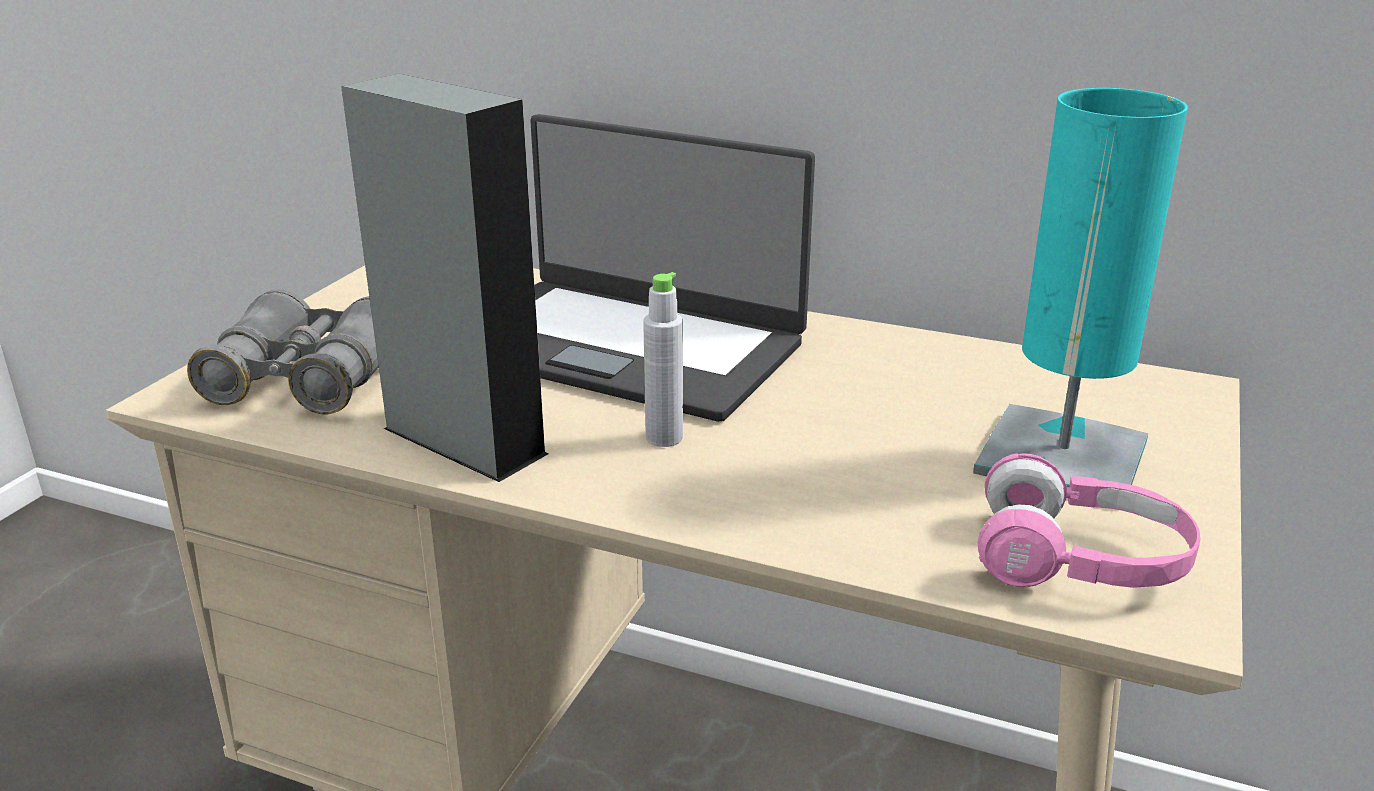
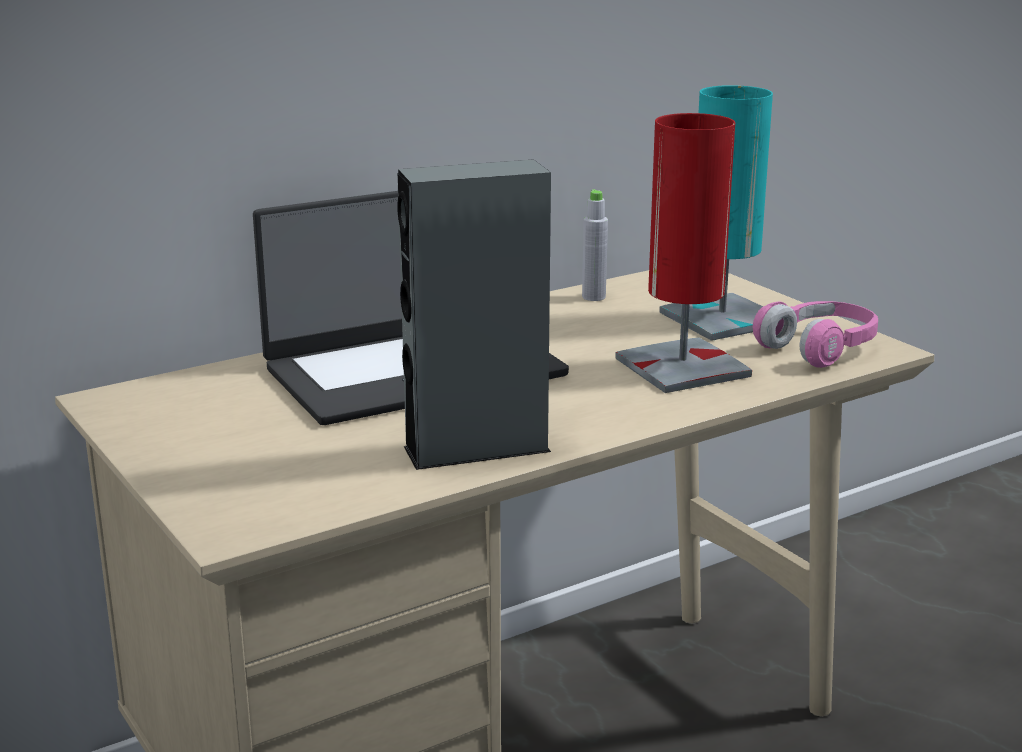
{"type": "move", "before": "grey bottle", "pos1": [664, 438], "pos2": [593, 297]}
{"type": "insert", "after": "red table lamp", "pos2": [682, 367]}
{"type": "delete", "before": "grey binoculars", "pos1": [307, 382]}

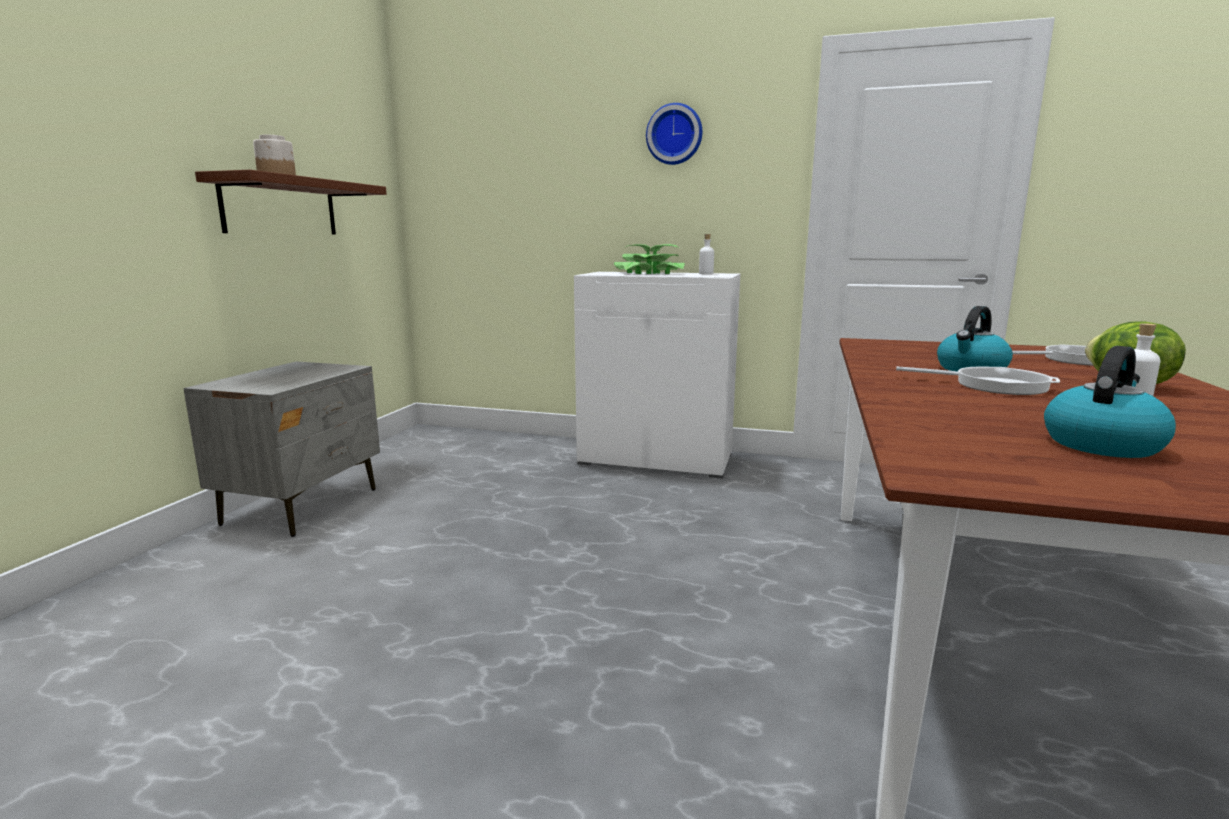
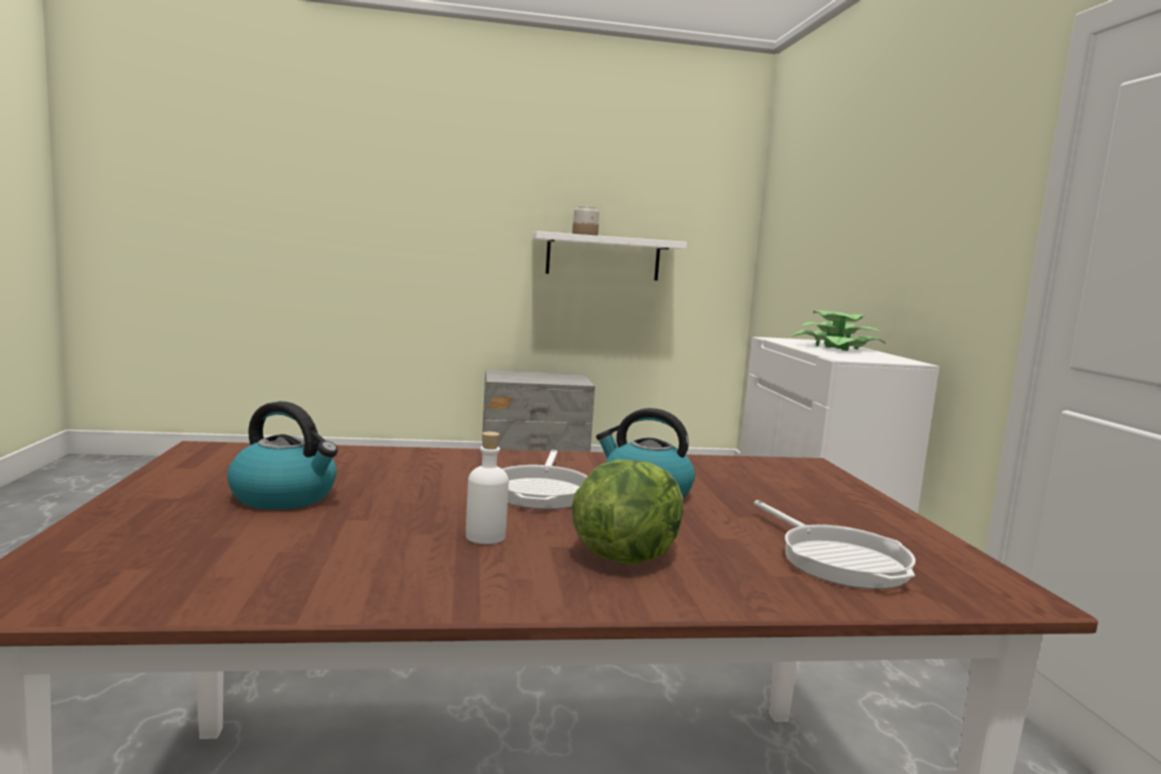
{"type": "recolor", "before": "brown shelf", "after": "white shelf", "pos1": [281, 207], "pos2": [603, 257]}
{"type": "delete", "before": "wall clock", "pos1": [674, 134]}
{"type": "delete", "before": "white bottle", "pos1": [706, 274]}

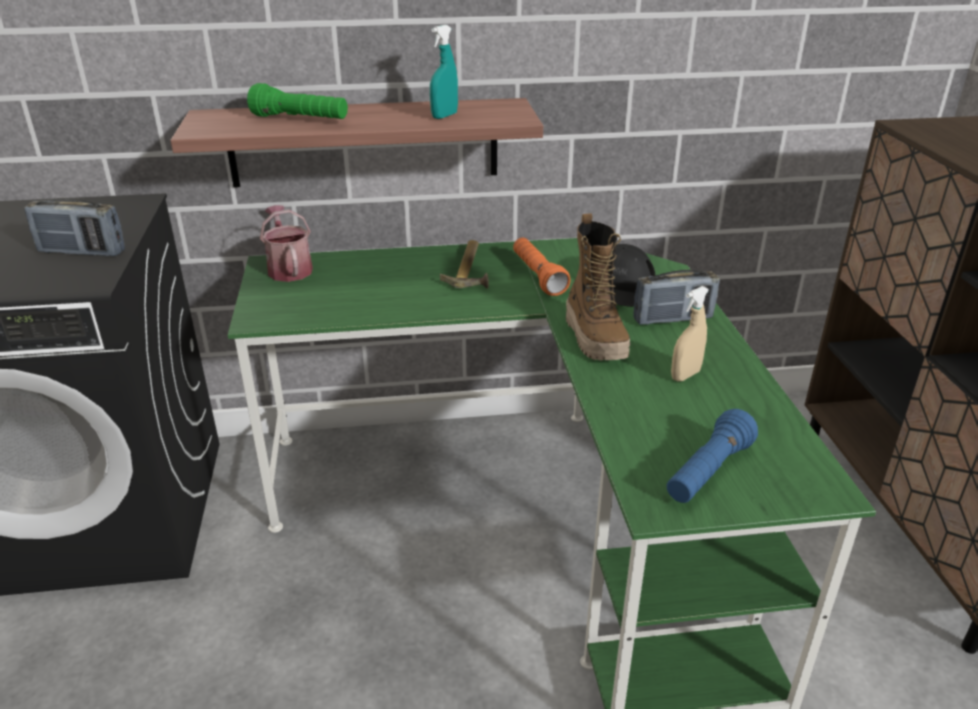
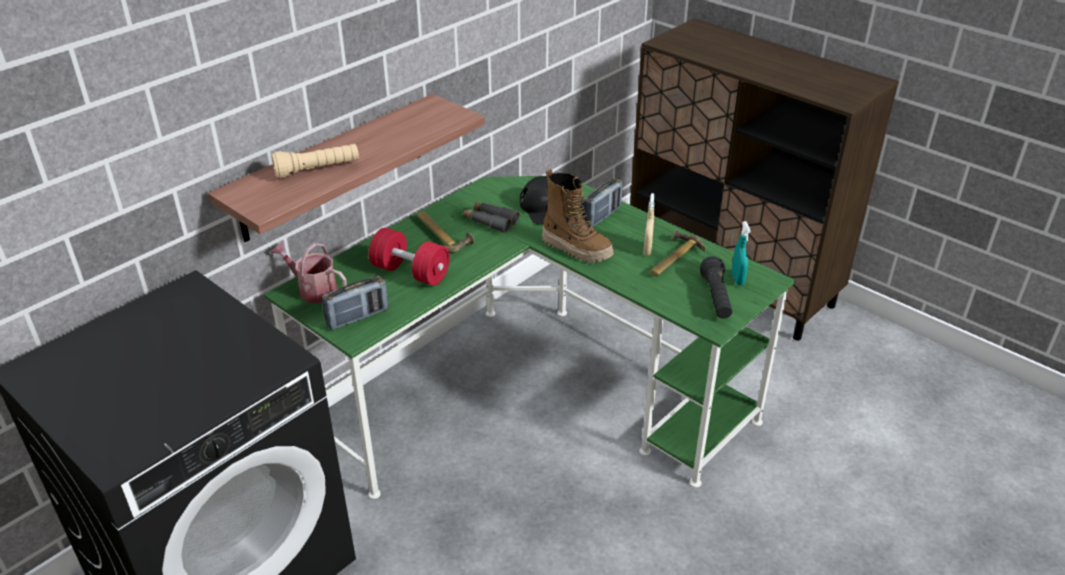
{"type": "recolor", "before": "green flashlight", "after": "beige flashlight", "pos1": [300, 119], "pos2": [317, 170]}
{"type": "move", "before": "radio", "pos1": [82, 252], "pos2": [357, 317]}
{"type": "insert", "after": "red dumbbell", "pos2": [410, 272]}
{"type": "replace", "before": "orange flashlight", "after": "grey binoculars", "pos1": [537, 276], "pos2": [490, 221]}
{"type": "insert", "after": "hammer", "pos2": [672, 258]}
{"type": "recolor", "before": "blue flashlight", "after": "black flashlight", "pos1": [708, 473], "pos2": [716, 298]}
{"type": "move", "before": "turquoise spray bottle", "pos1": [444, 116], "pos2": [737, 279]}

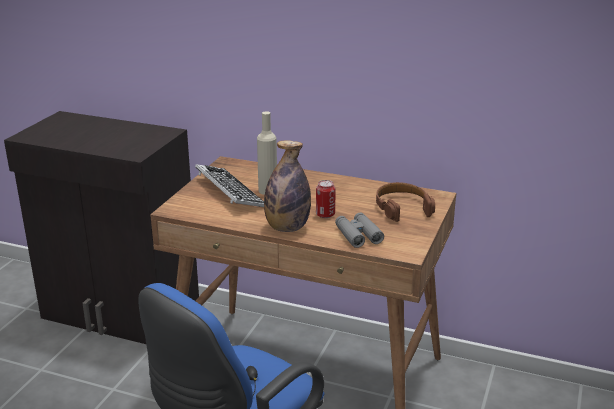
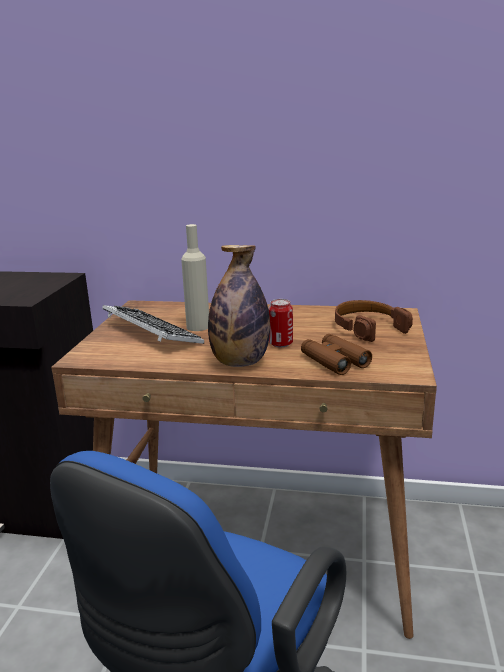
{"type": "recolor", "before": "grey binoculars", "after": "brown binoculars", "pos1": [358, 235], "pos2": [334, 361]}

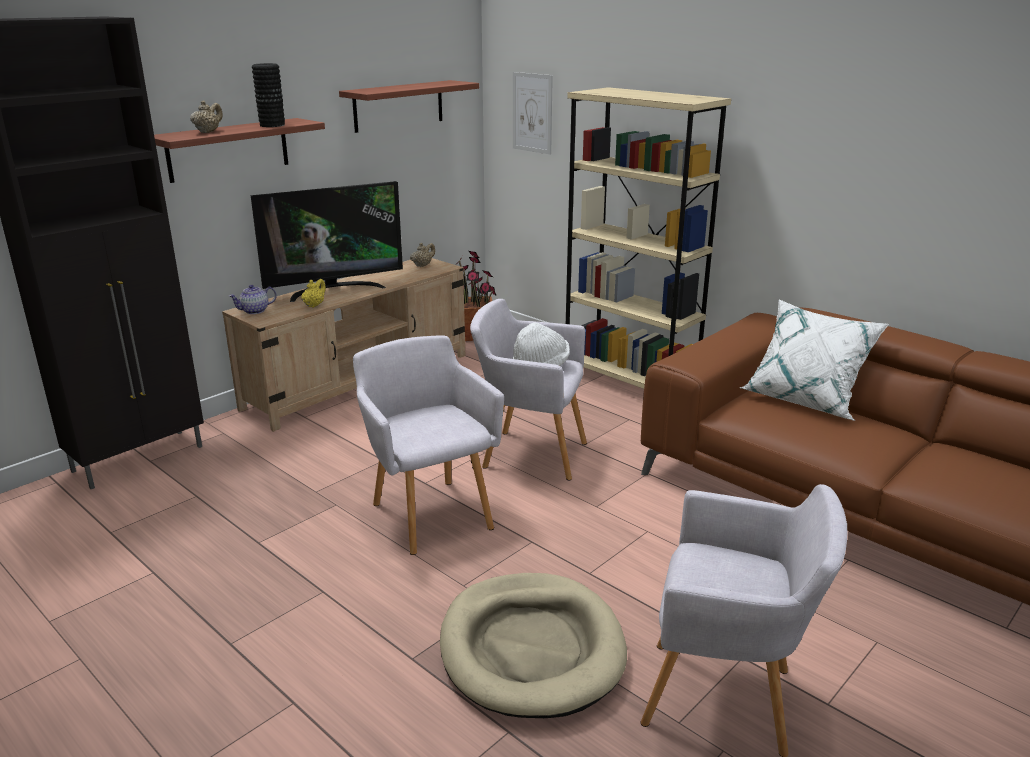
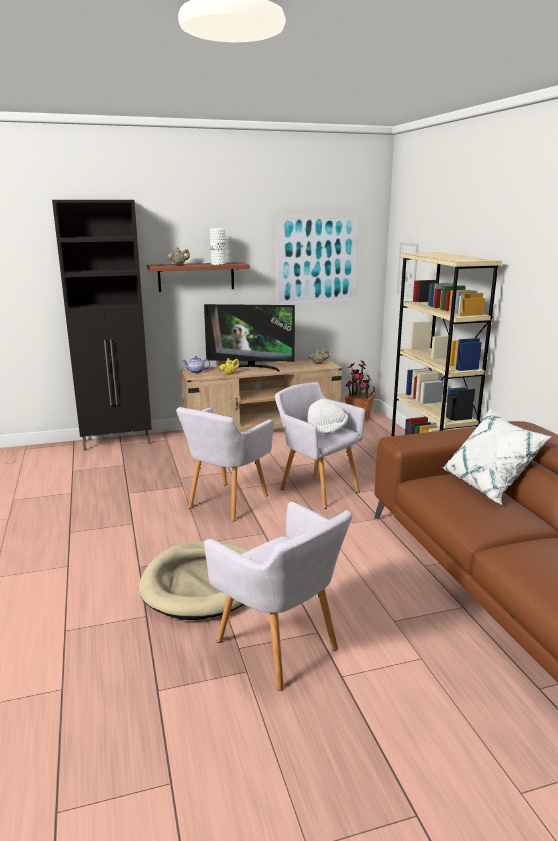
{"type": "rotate", "before": "grey armchair", "pos1": [430, 512], "pos2": [225, 503], "turn": -150}
{"type": "recolor", "before": "black vase", "after": "white vase", "pos1": [272, 125], "pos2": [218, 264]}
{"type": "replace", "before": "shelf", "after": "picture", "pos1": [398, 106], "pos2": [317, 260]}

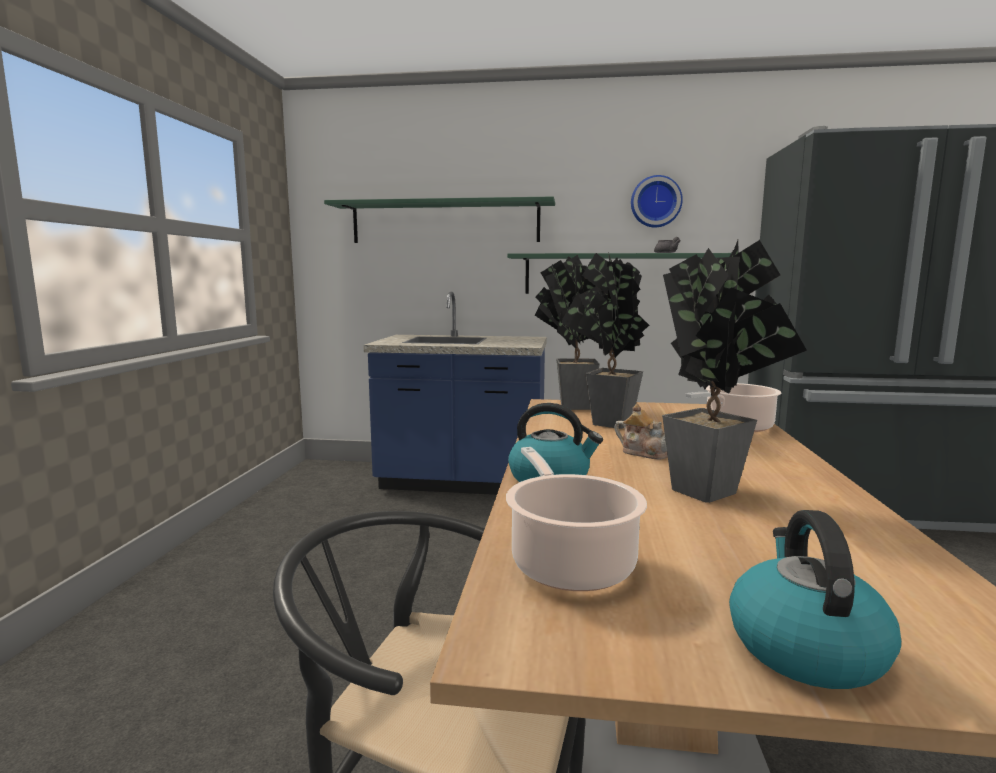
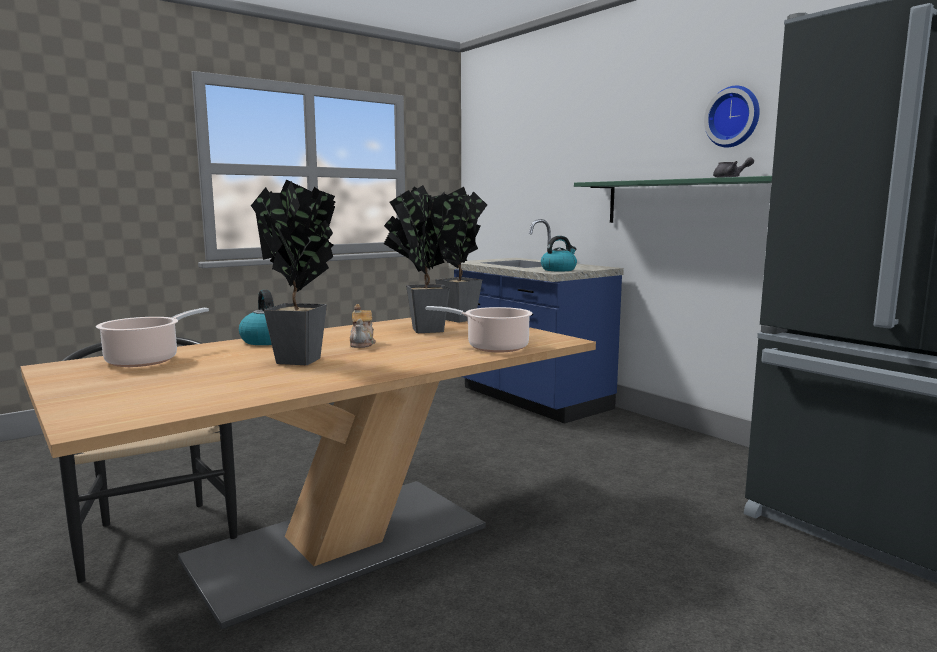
{"type": "move", "before": "kettle", "pos1": [804, 647], "pos2": [559, 270]}
{"type": "delete", "before": "green shelf", "pos1": [445, 223]}

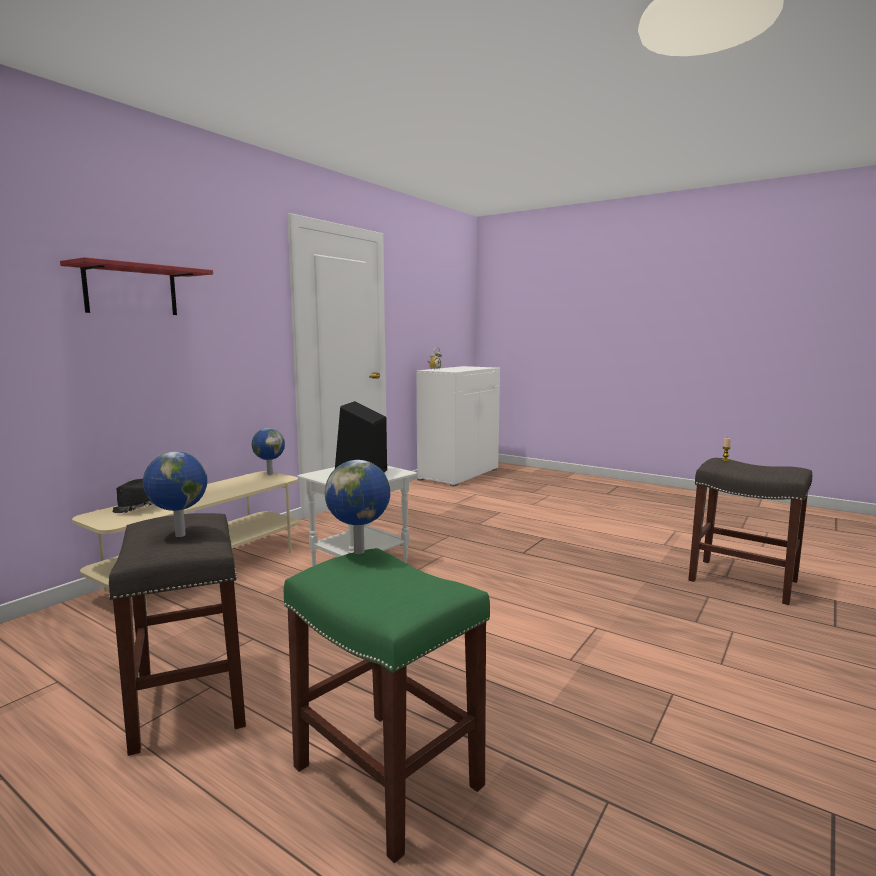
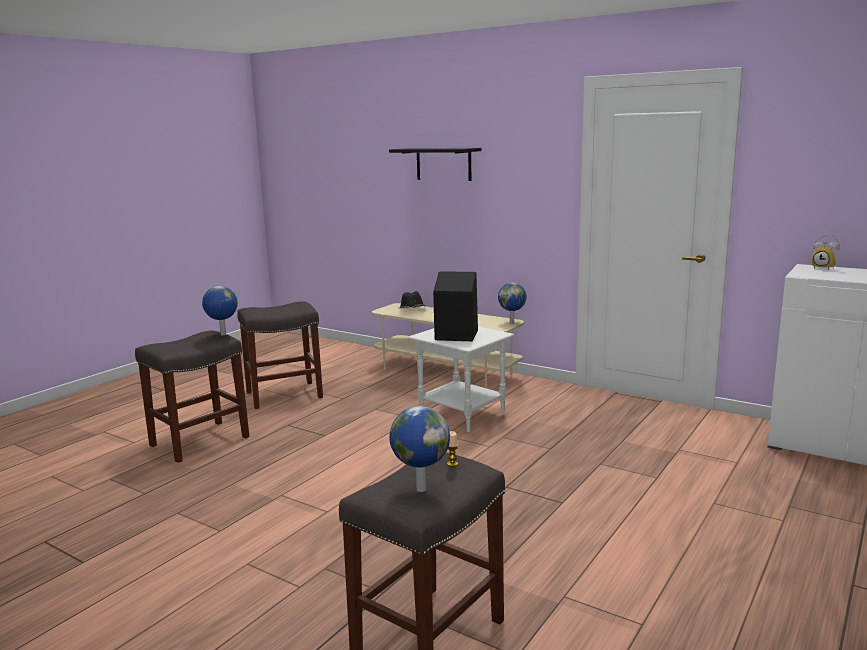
{"type": "recolor", "before": "green stool", "after": "grey stool", "pos1": [384, 776], "pos2": [200, 440]}
{"type": "recolor", "before": "red shelf", "after": "black shelf", "pos1": [131, 290], "pos2": [443, 164]}
{"type": "move", "before": "globe", "pos1": [179, 535], "pos2": [420, 489]}

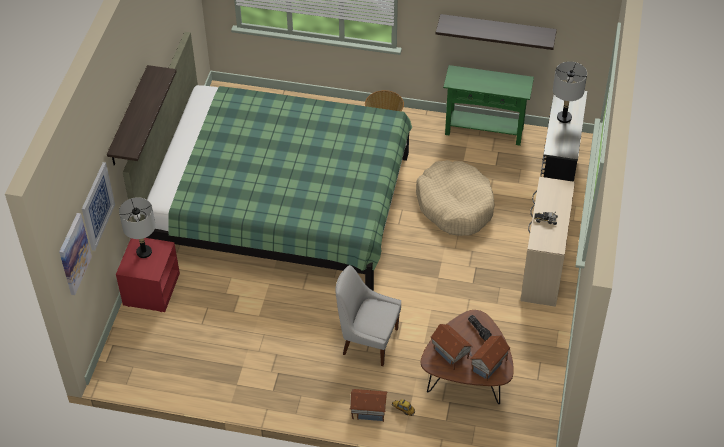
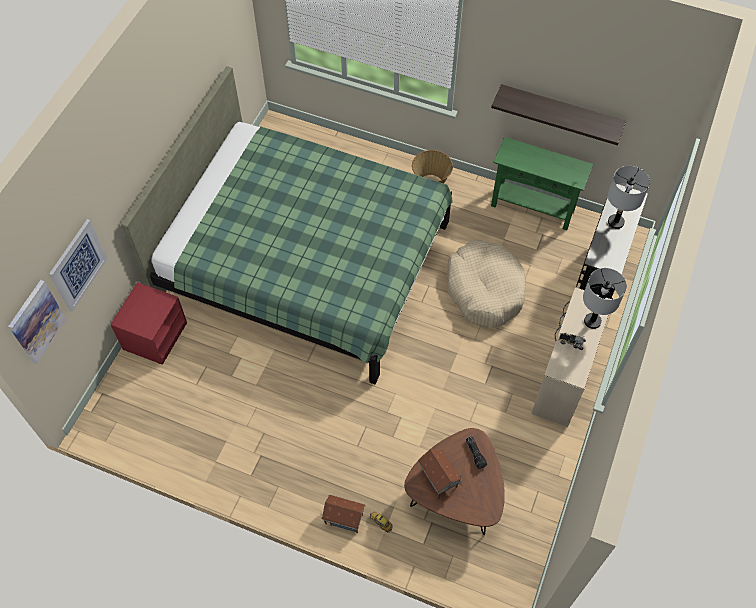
{"type": "move", "before": "grey table lamp", "pos1": [144, 252], "pos2": [592, 321]}
{"type": "delete", "before": "shelf", "pos1": [129, 117]}
{"type": "delete", "before": "white chair", "pos1": [368, 341]}
{"type": "delete", "before": "toy house", "pos1": [489, 366]}

